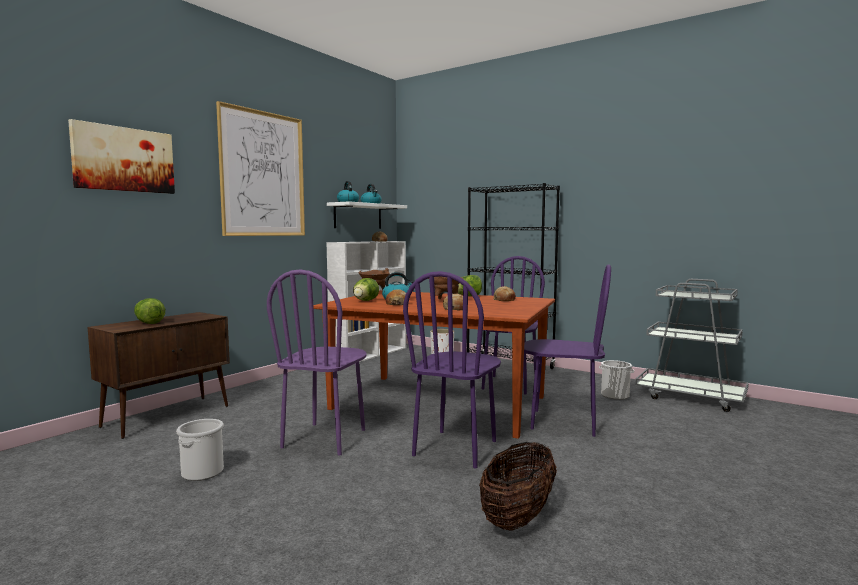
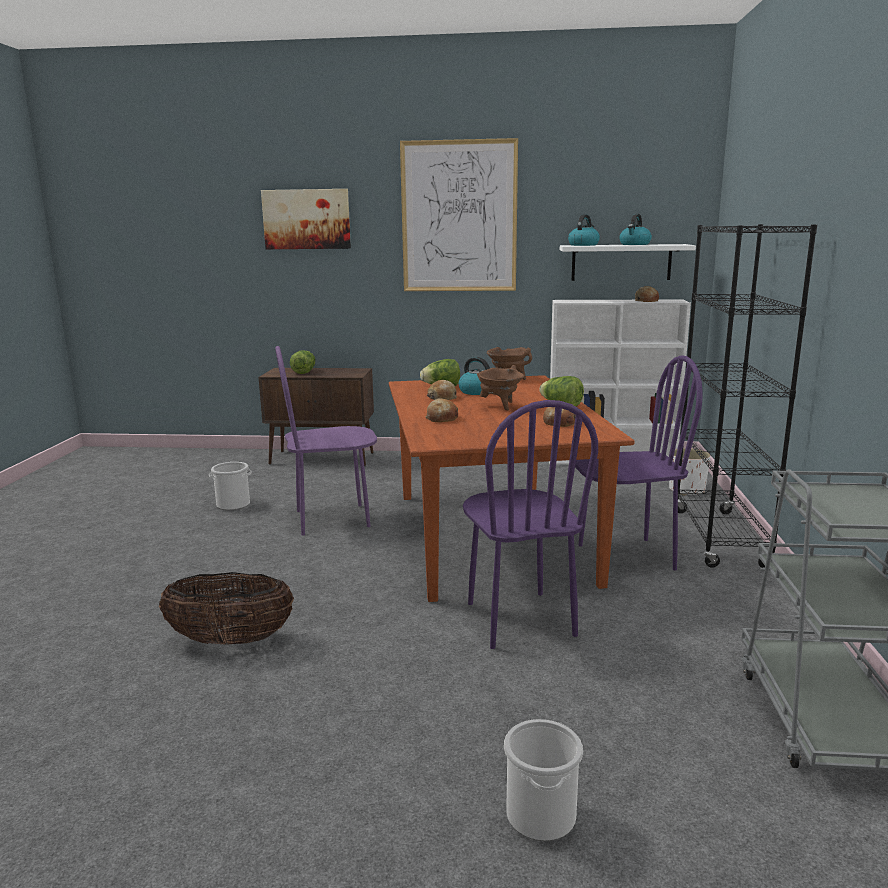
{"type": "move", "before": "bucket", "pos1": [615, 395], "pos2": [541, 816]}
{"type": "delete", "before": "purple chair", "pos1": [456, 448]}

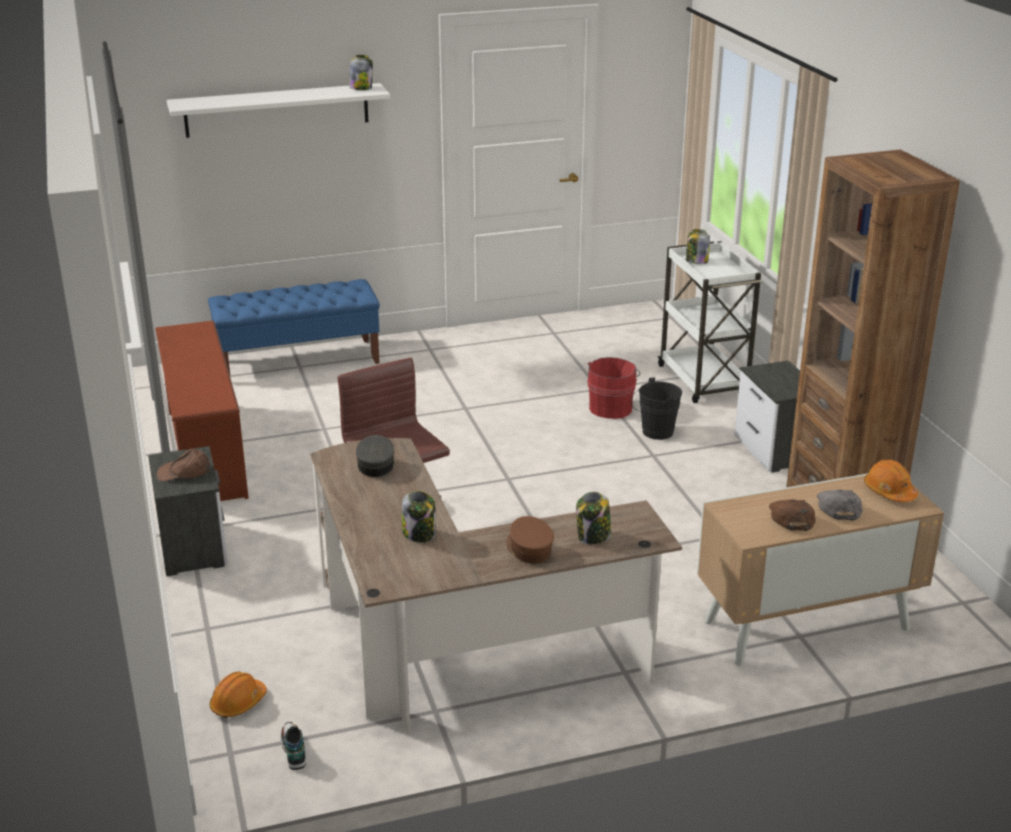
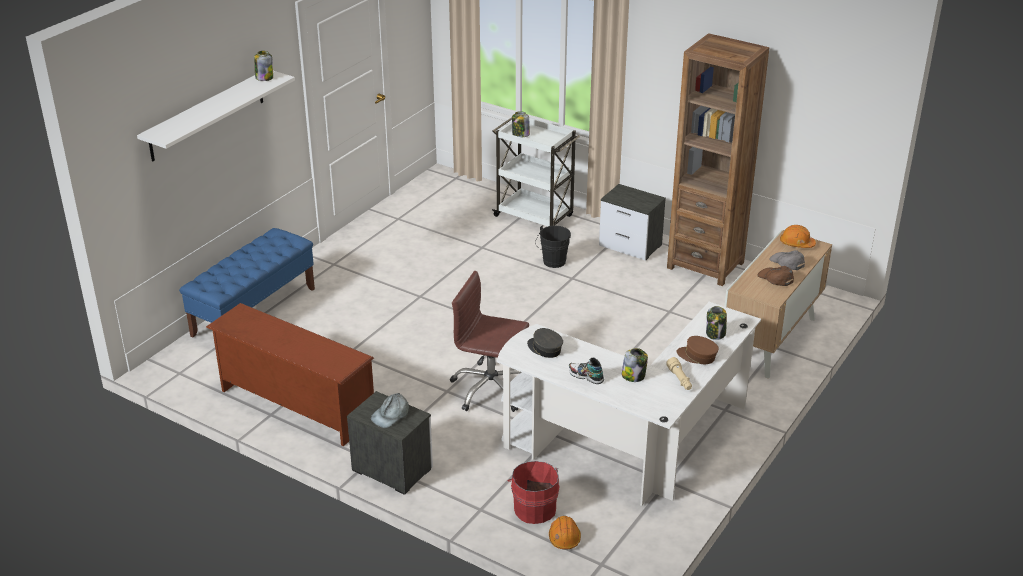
{"type": "recolor", "before": "brown cap", "after": "grey cap", "pos1": [184, 472], "pos2": [391, 415]}
{"type": "recolor", "before": "brown desk", "after": "white desk", "pos1": [453, 651], "pos2": [630, 445]}
{"type": "move", "before": "red bucket", "pos1": [611, 407], "pos2": [534, 507]}
{"type": "move", "before": "shoe", "pos1": [293, 751], "pos2": [586, 376]}
{"type": "insert", "after": "beige flashlight", "pos2": [680, 379]}

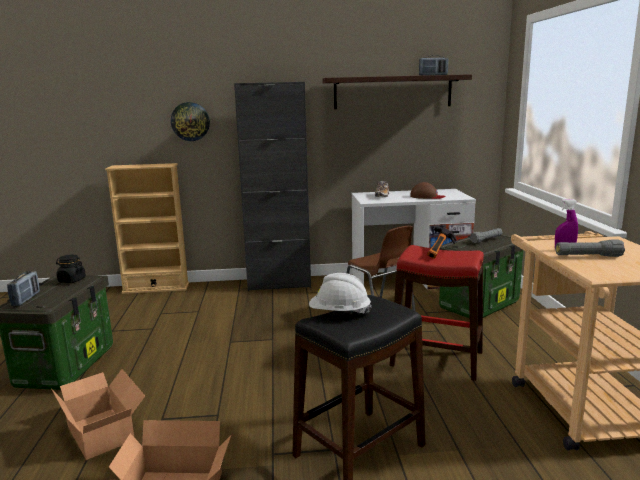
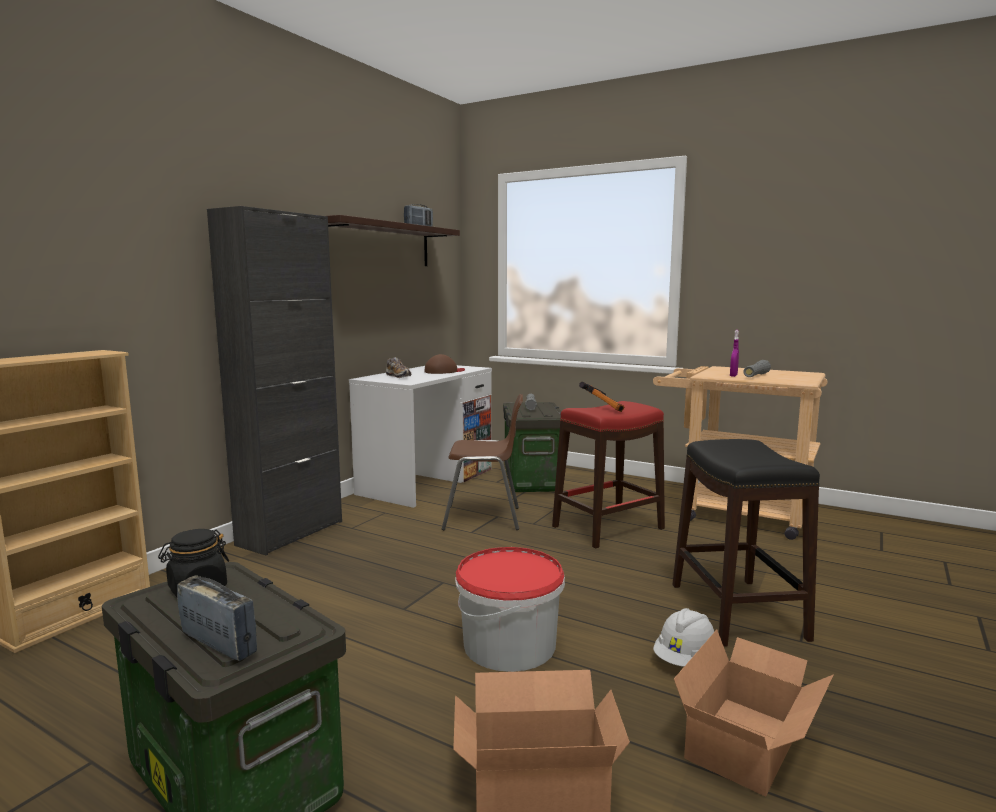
{"type": "insert", "after": "bucket", "pos2": [509, 644]}
{"type": "move", "before": "white hard hat", "pos1": [339, 313], "pos2": [685, 659]}
{"type": "delete", "before": "wall clock", "pos1": [190, 121]}

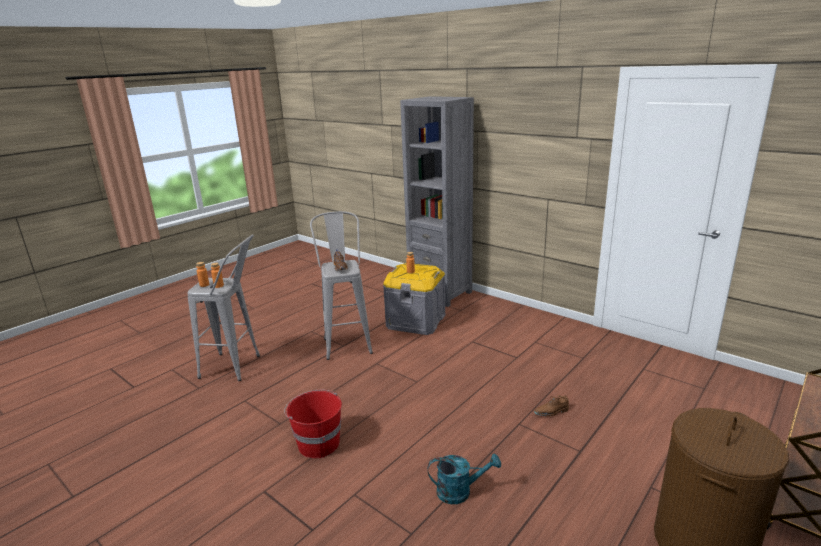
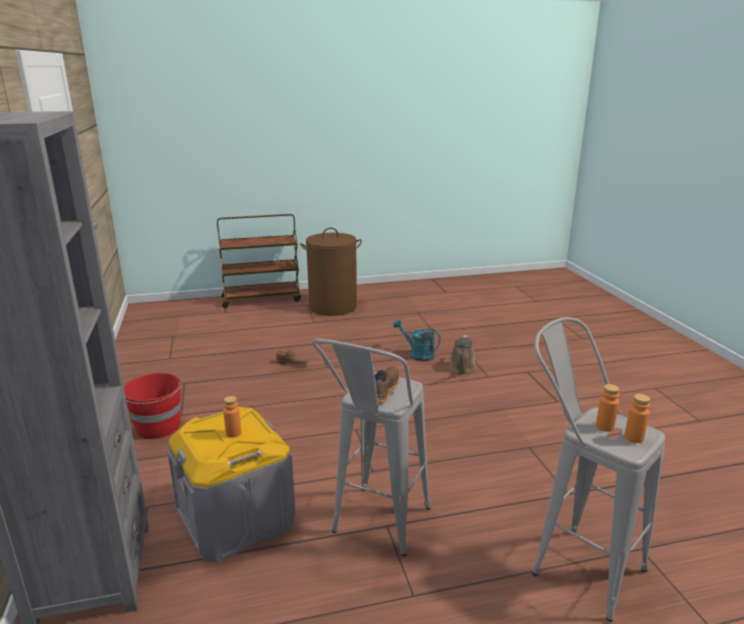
{"type": "move", "before": "red bucket", "pos1": [318, 443], "pos2": [158, 427]}
{"type": "insert", "after": "brown watering can", "pos2": [462, 370]}

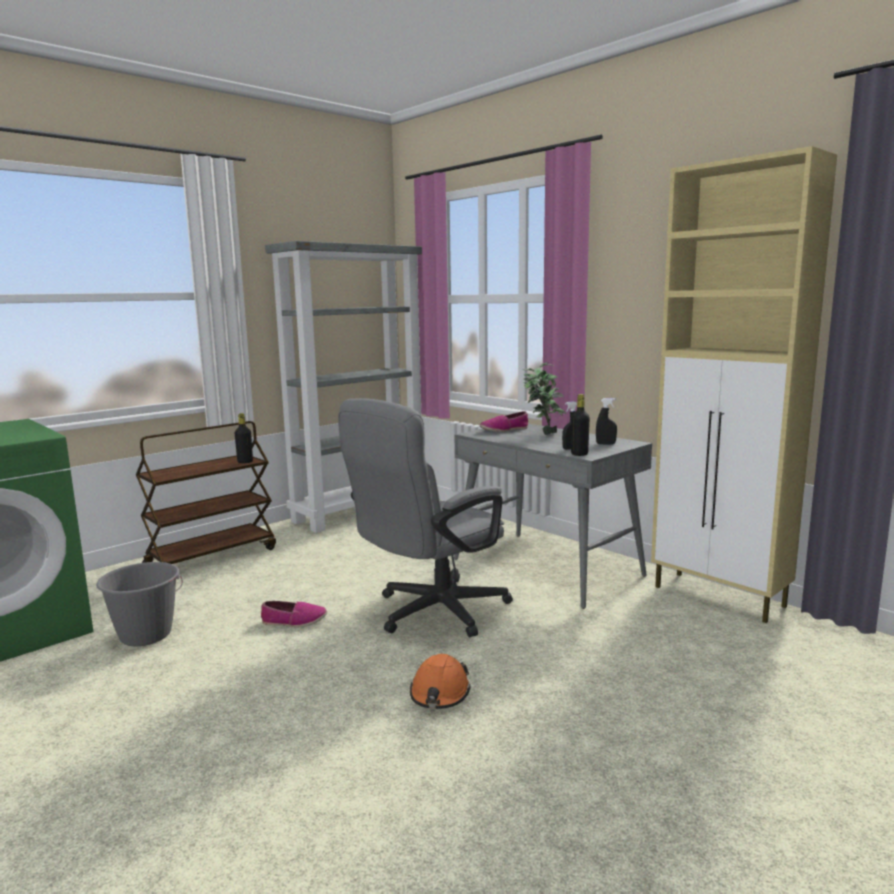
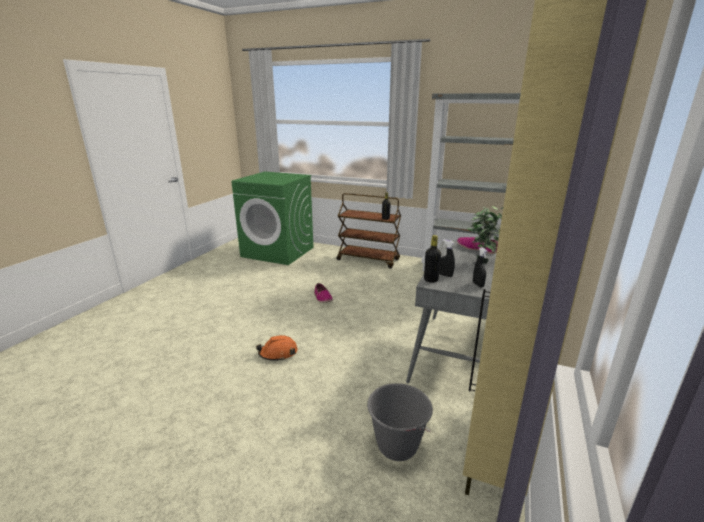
{"type": "move", "before": "grey bucket", "pos1": [145, 635], "pos2": [397, 445]}
{"type": "delete", "before": "grey office chair", "pos1": [430, 613]}

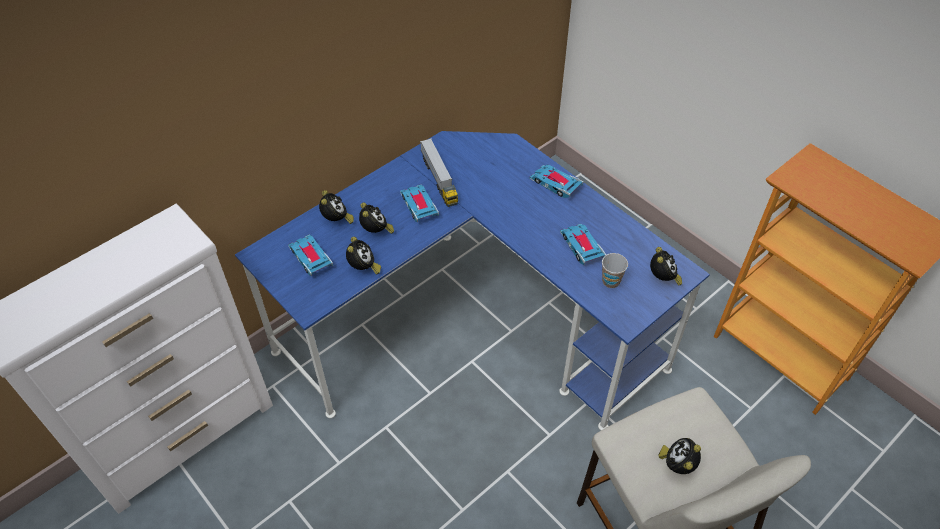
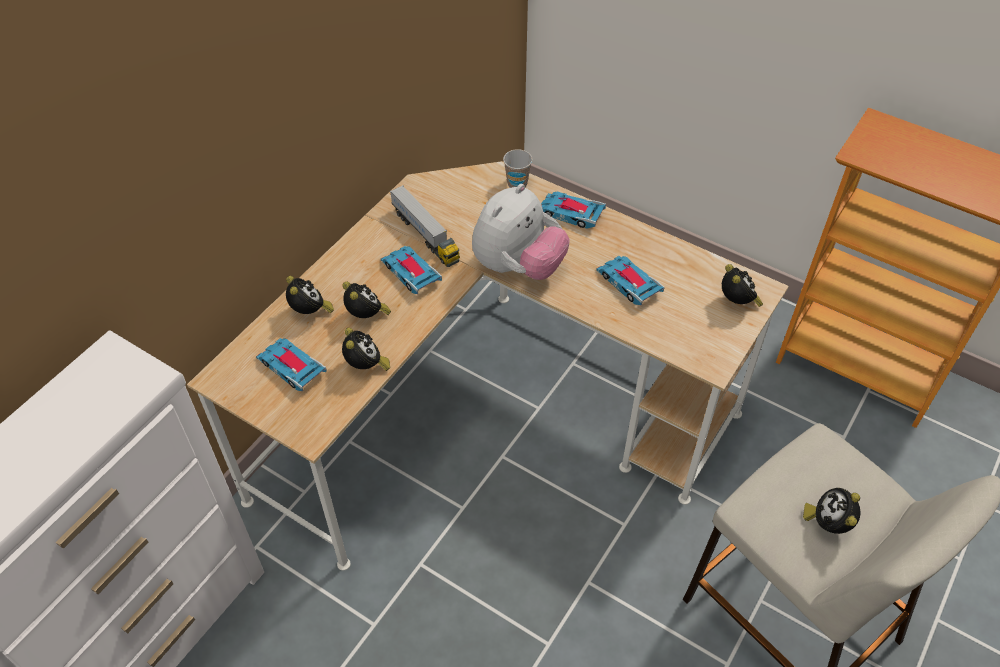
{"type": "recolor", "before": "blue desk", "after": "beige desk", "pos1": [472, 323], "pos2": [488, 409]}
{"type": "insert", "after": "plush toy", "pos2": [518, 267]}
{"type": "move", "before": "cup", "pos1": [611, 281], "pos2": [517, 184]}

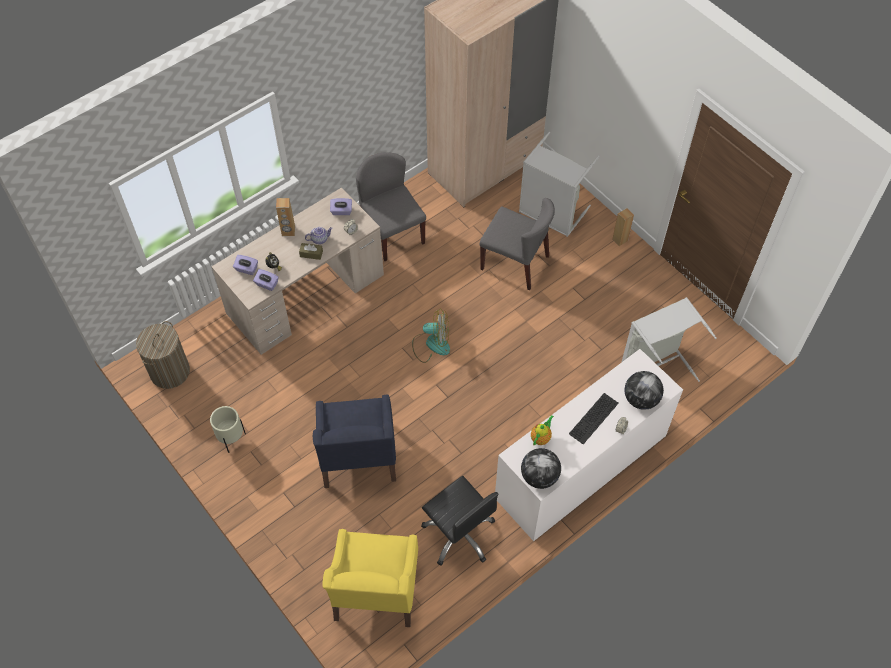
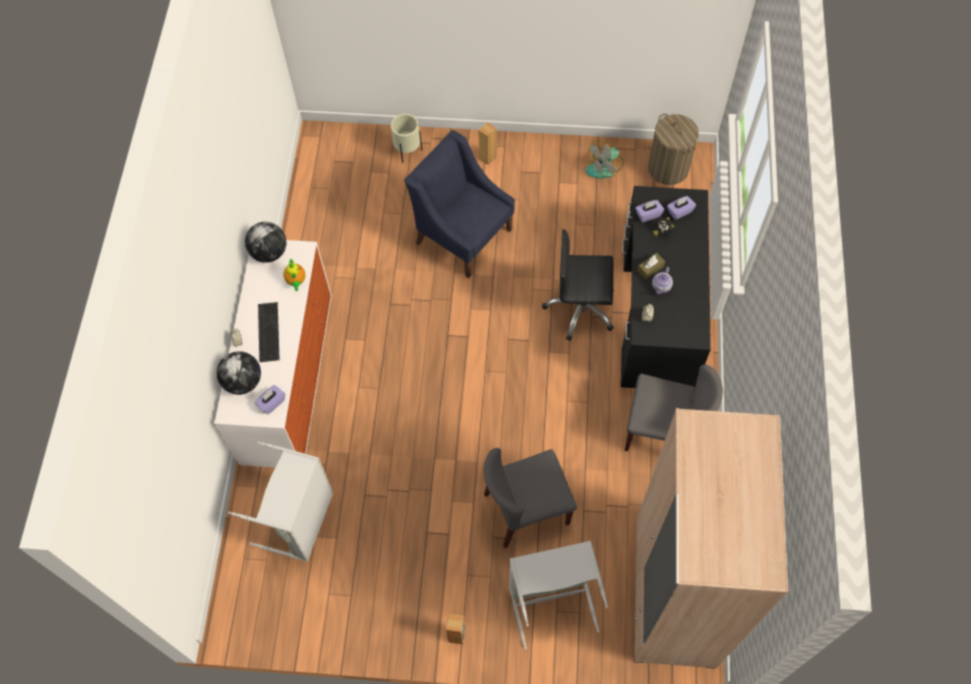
{"type": "move", "before": "purple tissue box", "pos1": [341, 211], "pos2": [271, 403]}
{"type": "move", "before": "beige planter", "pos1": [231, 439], "pos2": [408, 152]}
{"type": "move", "before": "brown speaker", "pos1": [288, 231], "pos2": [487, 157]}
{"type": "move", "before": "black office chair", "pos1": [459, 534], "pos2": [580, 309]}
{"type": "move", "before": "fan", "pos1": [431, 344], "pos2": [605, 167]}
{"type": "recolor", "before": "beige desk", "after": "black desk", "pos1": [306, 294], "pos2": [657, 312]}
{"type": "delete", "before": "yellow armchair", "pos1": [375, 590]}

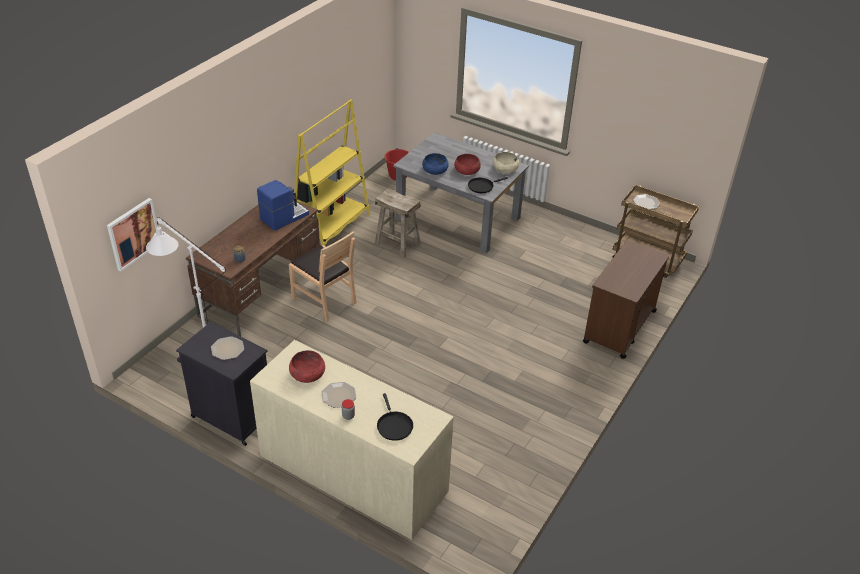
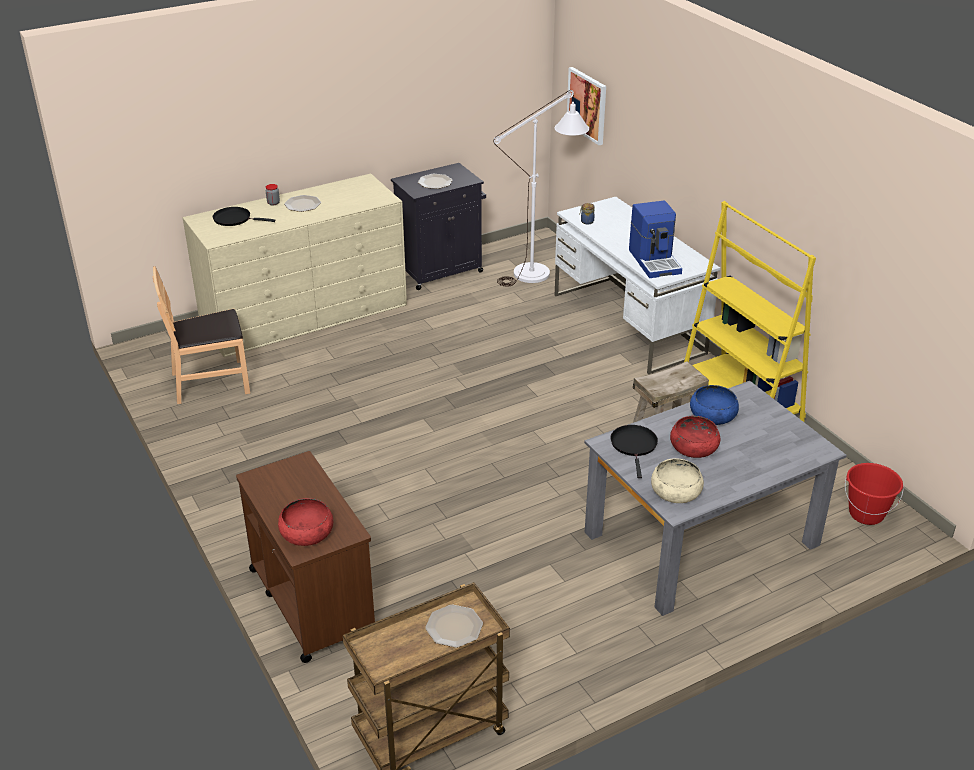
{"type": "move", "before": "brown chair", "pos1": [324, 300], "pos2": [211, 382]}
{"type": "move", "before": "red bowl", "pos1": [307, 373], "pos2": [307, 533]}
{"type": "recolor", "before": "brown desk", "after": "white desk", "pos1": [261, 291], "pos2": [628, 324]}

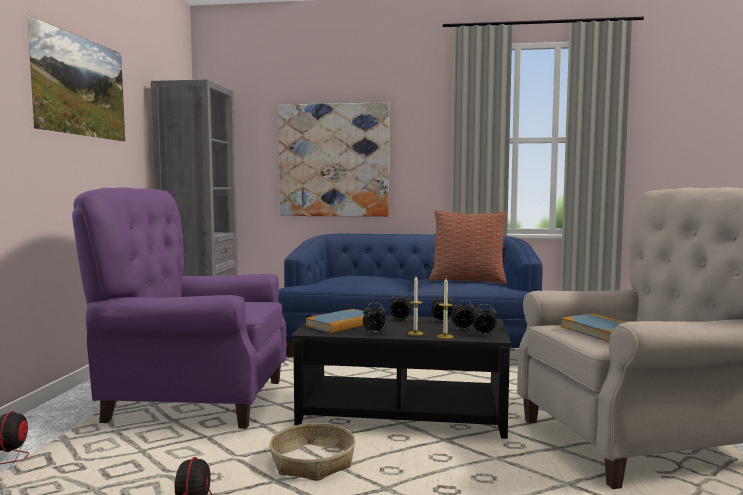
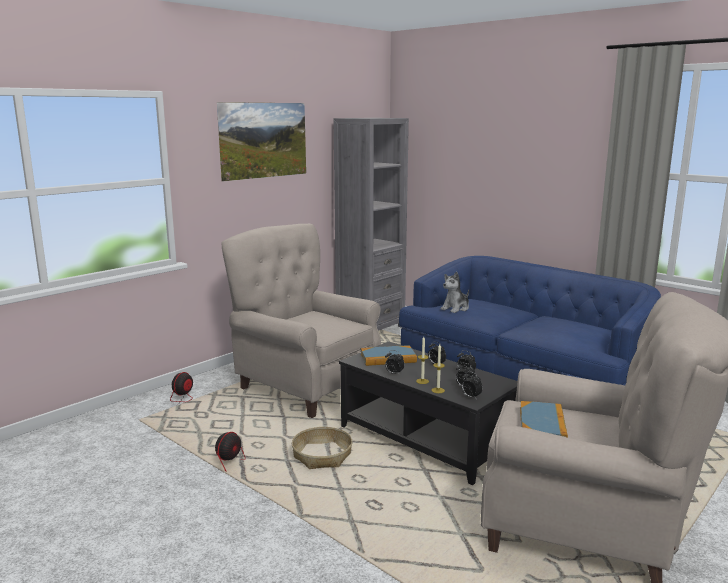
{"type": "recolor", "before": "purple armchair", "after": "beige armchair", "pos1": [189, 401], "pos2": [303, 386]}
{"type": "insert", "after": "plush toy", "pos2": [456, 308]}
{"type": "delete", "before": "picture", "pos1": [334, 160]}
{"type": "delete", "before": "pillow", "pos1": [468, 280]}

